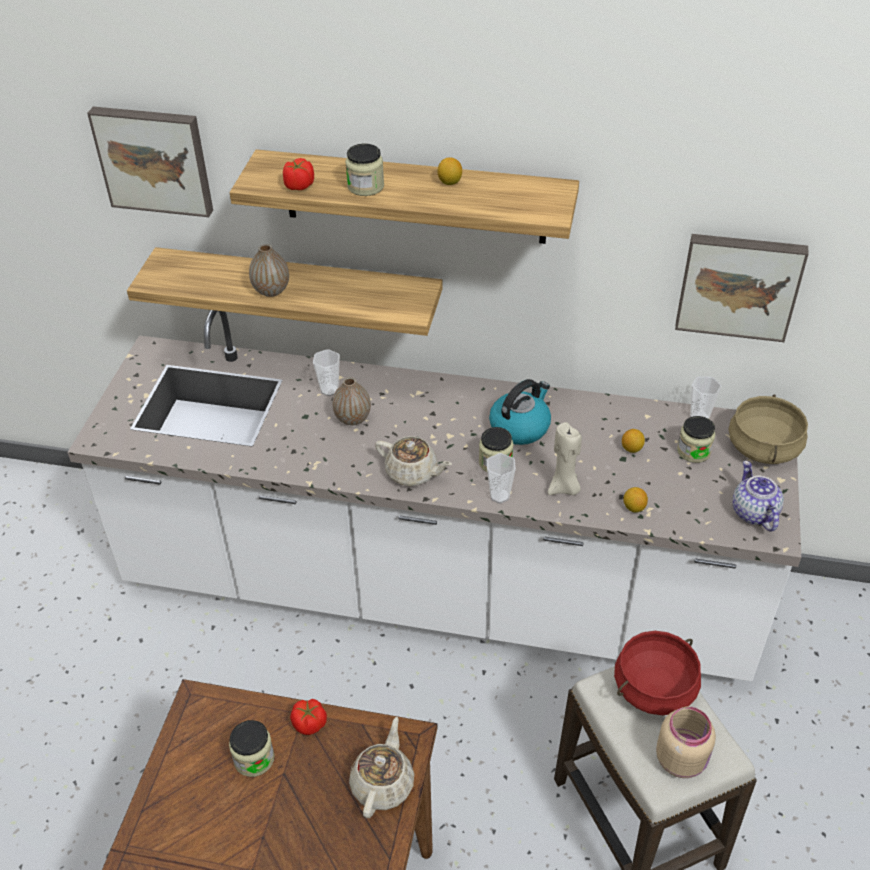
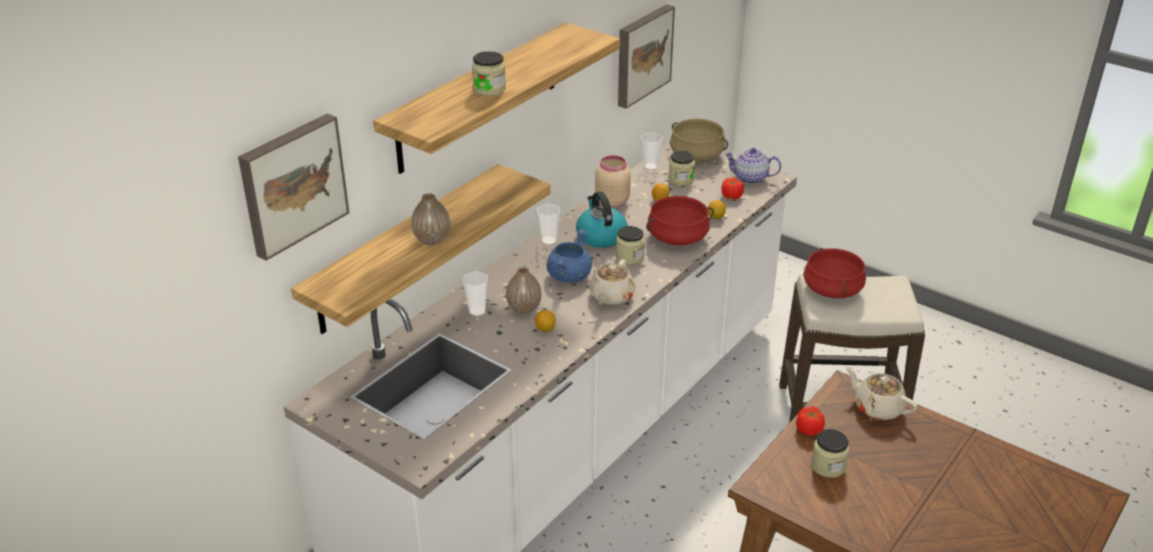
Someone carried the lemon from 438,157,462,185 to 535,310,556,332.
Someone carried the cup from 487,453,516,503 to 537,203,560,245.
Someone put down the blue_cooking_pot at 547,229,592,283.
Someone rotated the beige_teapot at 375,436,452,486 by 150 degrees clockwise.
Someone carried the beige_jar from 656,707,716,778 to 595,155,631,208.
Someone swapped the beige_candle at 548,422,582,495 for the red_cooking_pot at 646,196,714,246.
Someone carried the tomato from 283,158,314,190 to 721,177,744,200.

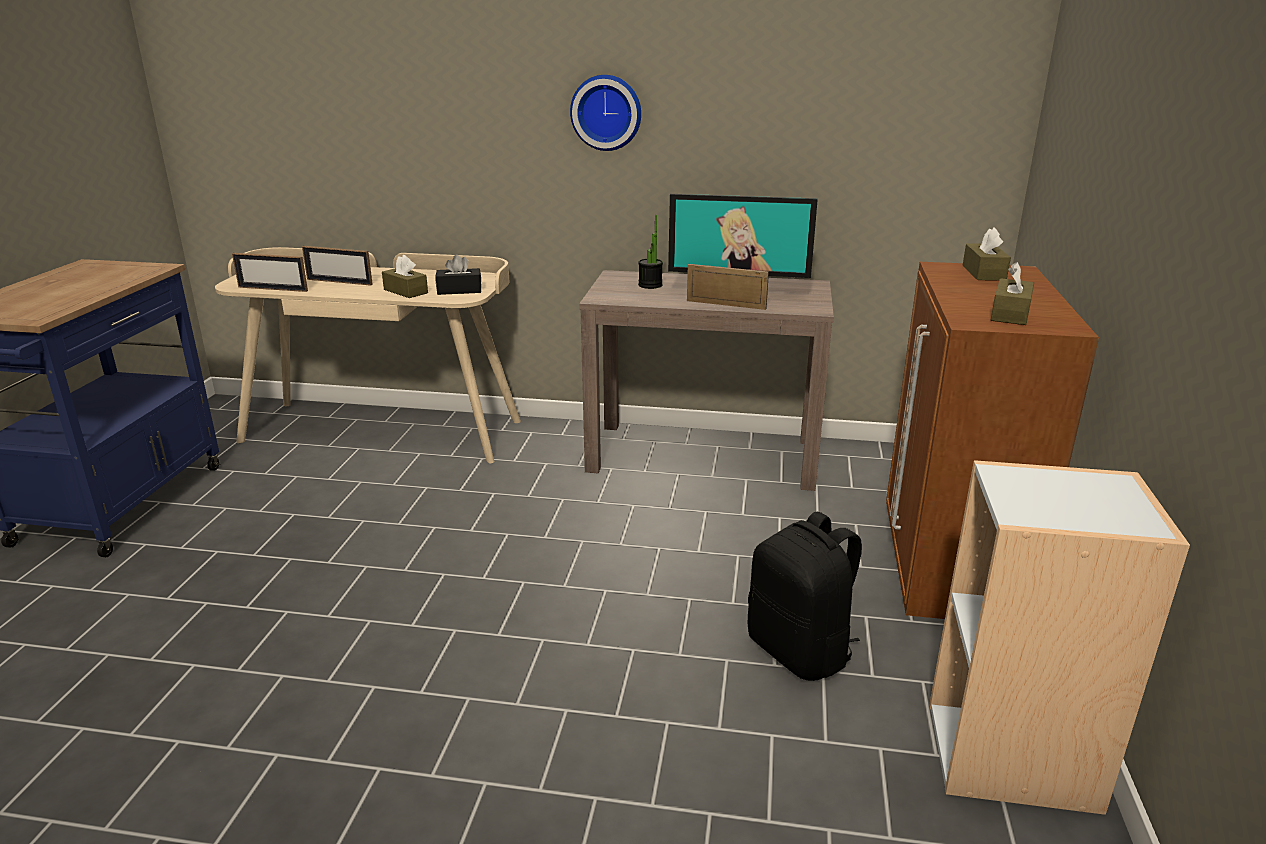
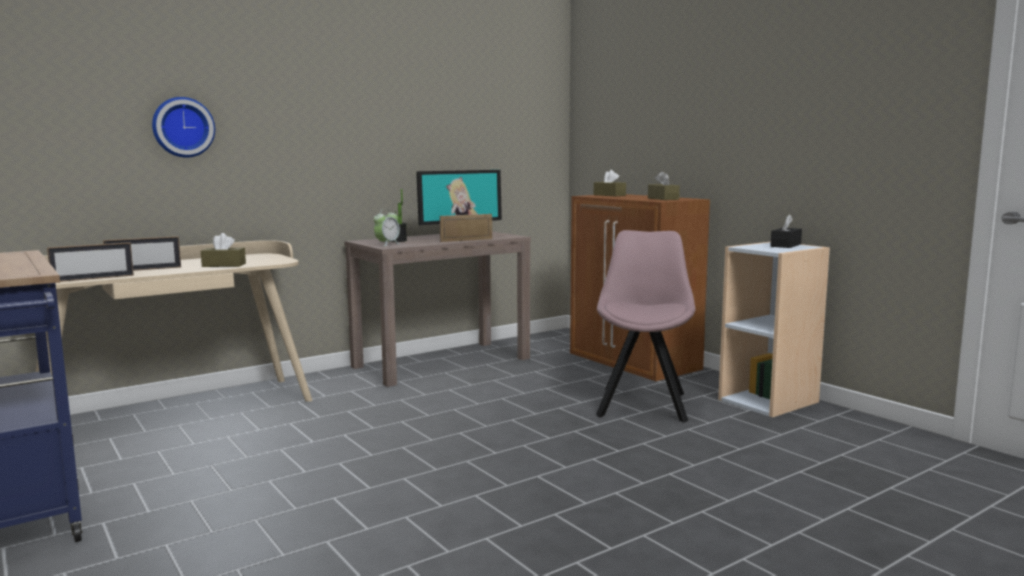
Someone carried the wall_clock from 570,75,641,151 to 152,97,215,157.
Someone put down the alarm_clock at 374,210,401,246.
Someone swapped the black_backpack at 748,512,862,681 for the pink_chair at 596,230,696,422.
Someone carried the black_tissue_box from 435,254,481,295 to 770,214,802,248.

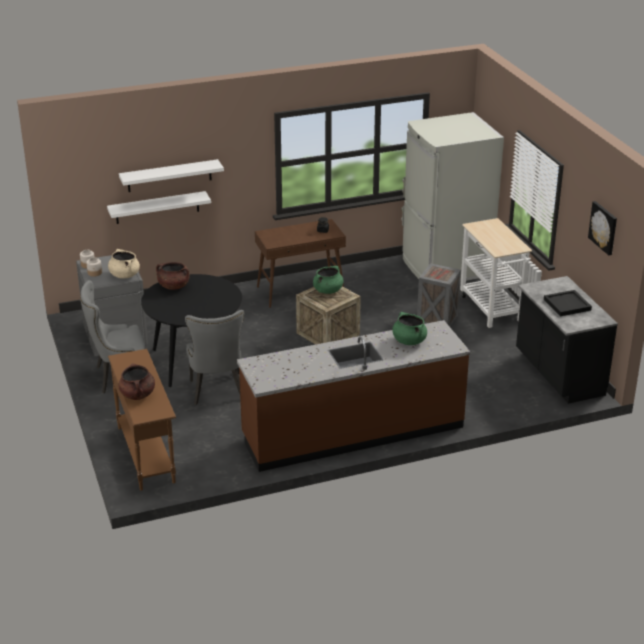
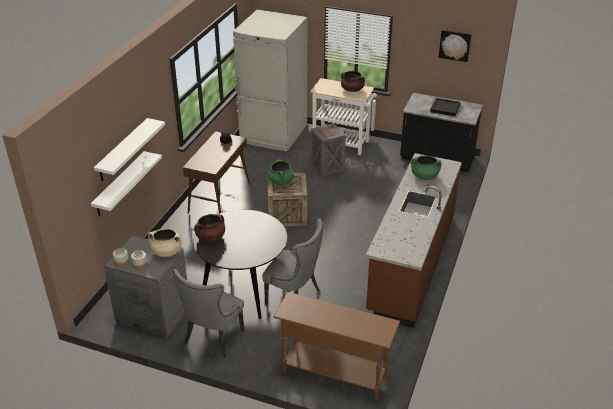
Someone carried the brown_cooking_pot from 118,363,155,400 to 341,71,365,92.

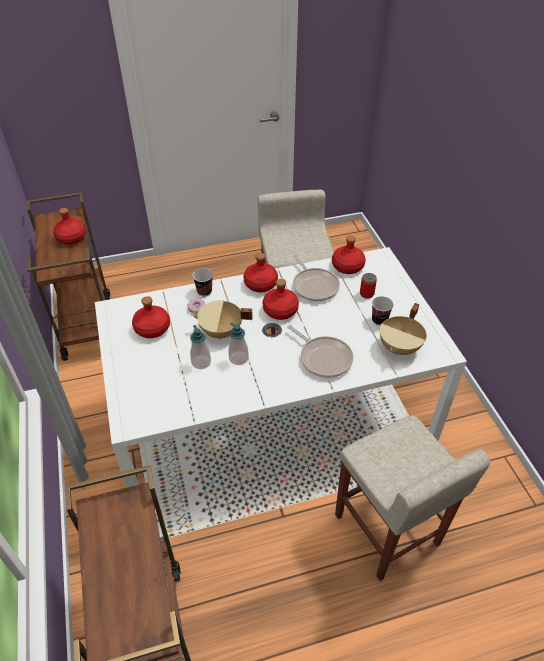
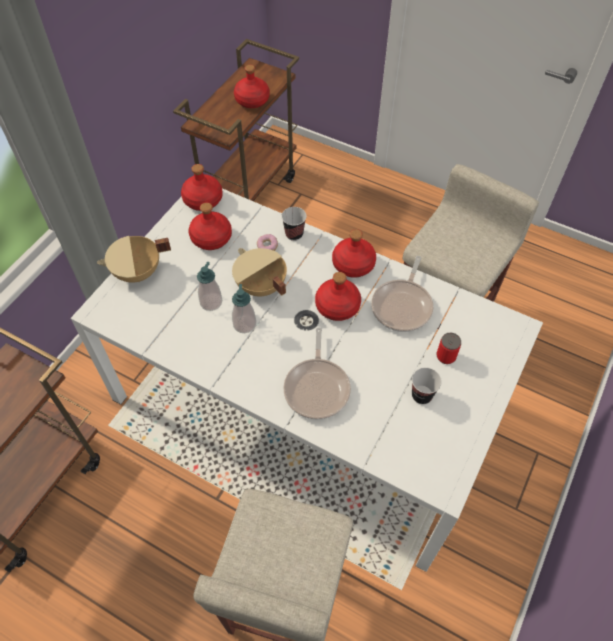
Someone carried the beige_cooking_pot from 379,303,427,355 to 97,236,171,282.
Someone carried the red_bottle from 332,235,366,274 to 181,164,223,211.

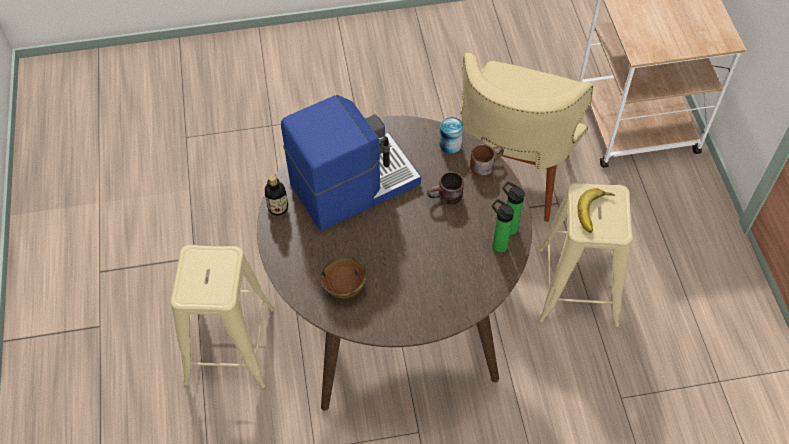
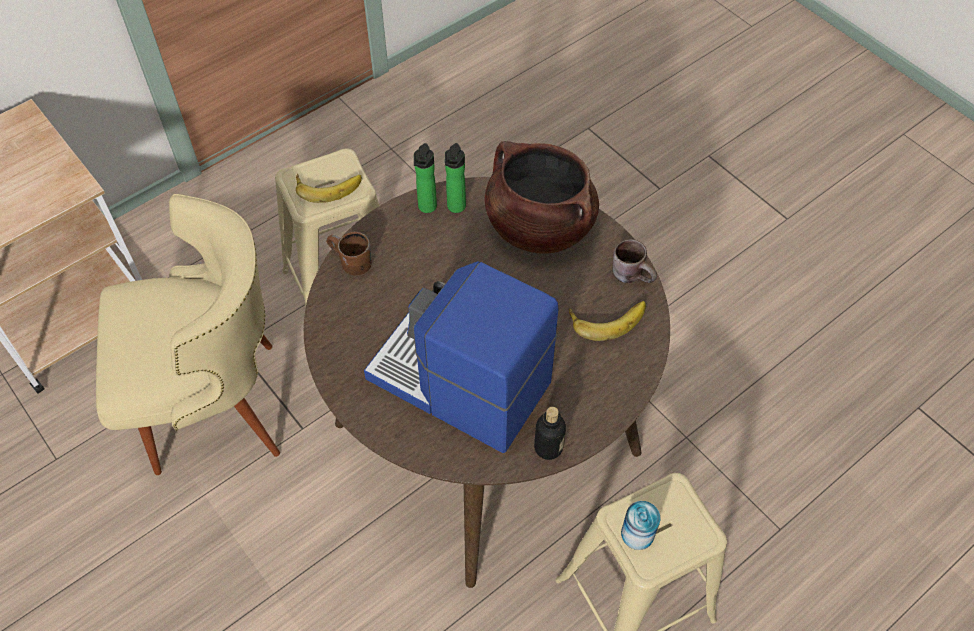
Someone put down the brown_cooking_pot at 485,141,599,254.
Someone swapped the brown_bowl at 321,256,366,299 for the banana at 569,301,646,341.
Someone carried the brown_mug from 427,172,464,205 to 612,239,657,283.
Someone carried the can from 440,117,463,154 to 621,501,660,550.

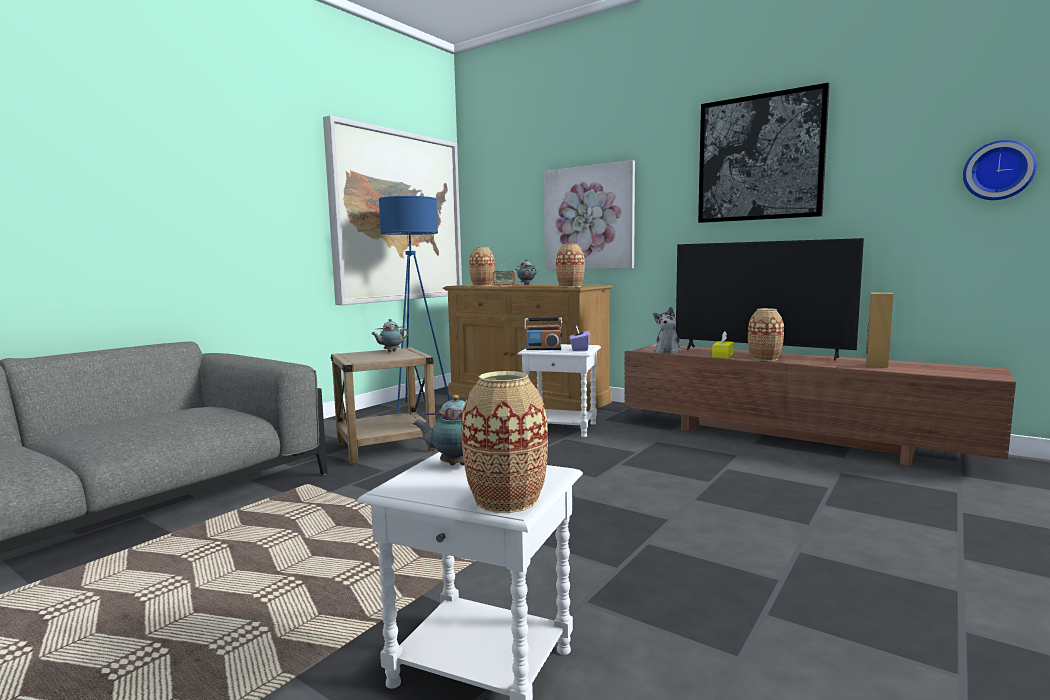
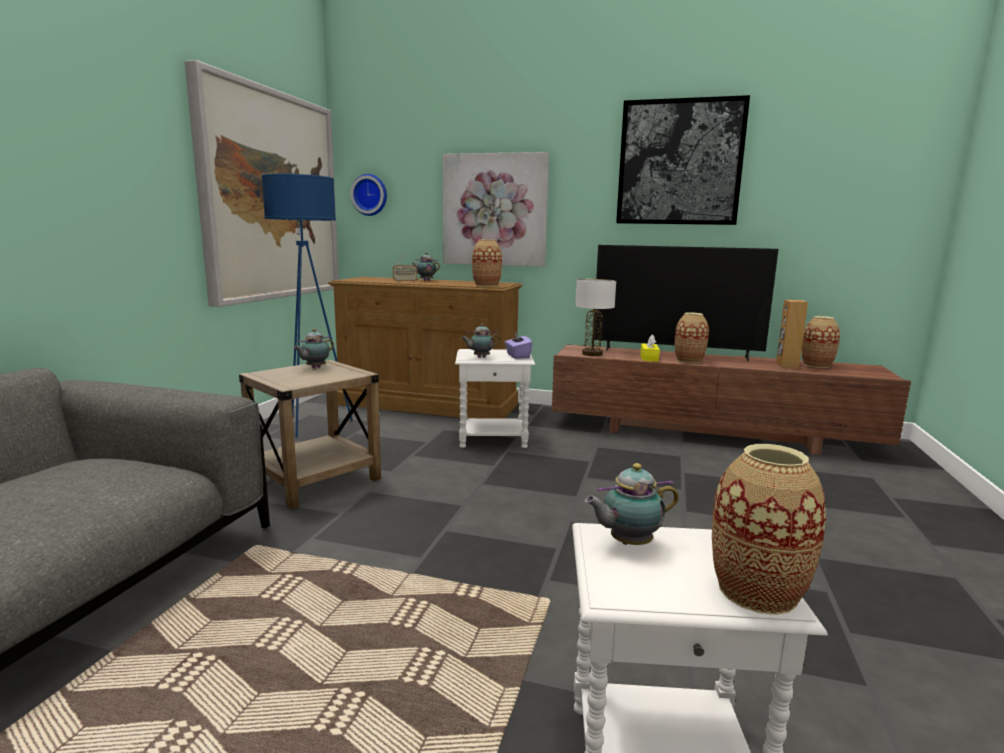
Someone carried the wall_clock from 963,140,1037,200 to 351,174,387,216.
Someone swapped the radio at 524,318,563,350 for the teapot at 461,324,501,358.
Someone swapped the plush_toy at 653,307,682,354 for the table_lamp at 575,279,616,356.
Someone carried the vase from 469,247,495,286 to 802,316,840,368.

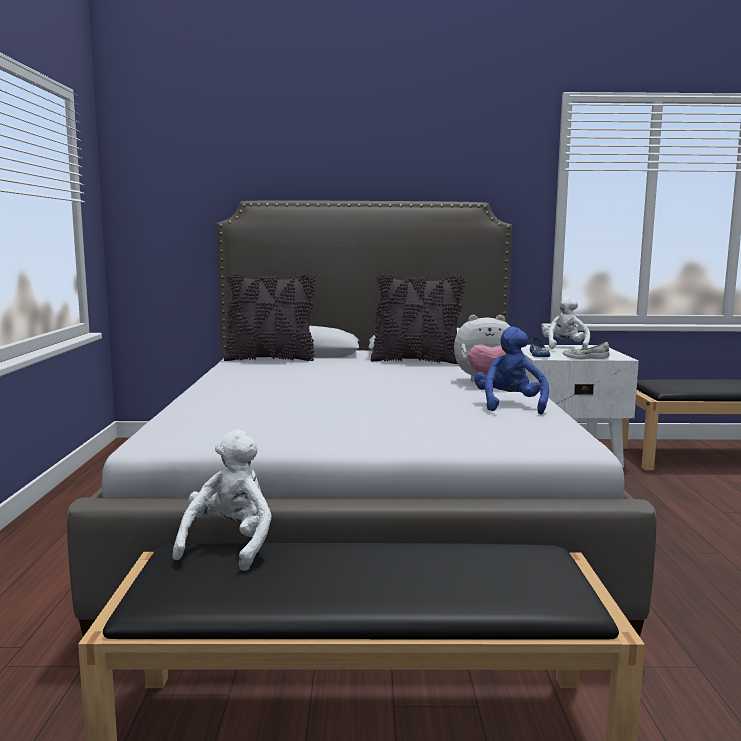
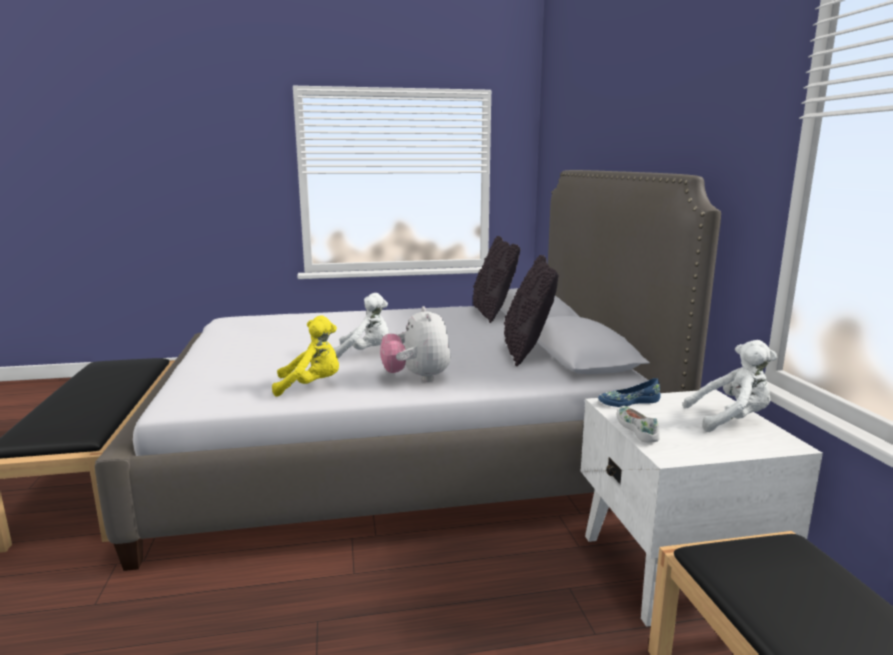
Someone repainted the blue_plush_toy at 474,326,549,415, which became the yellow_plush_toy at 272,315,339,397.
Someone carried the white_plush_toy from 172,429,272,571 to 333,293,389,359.

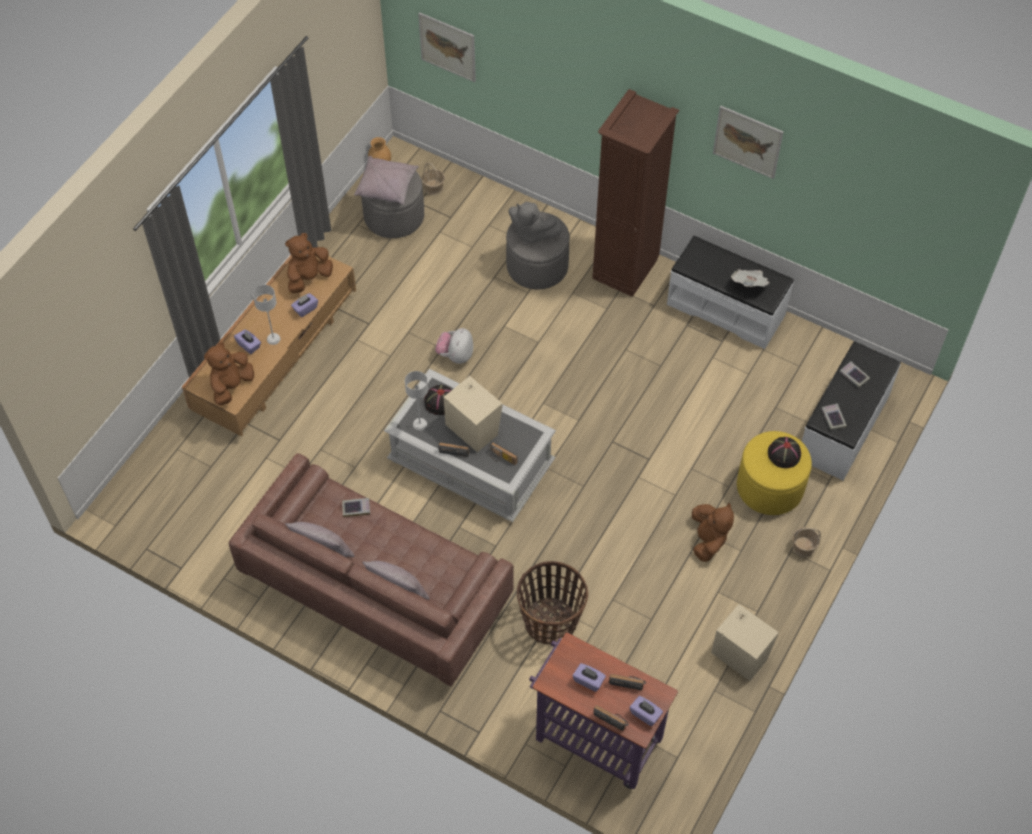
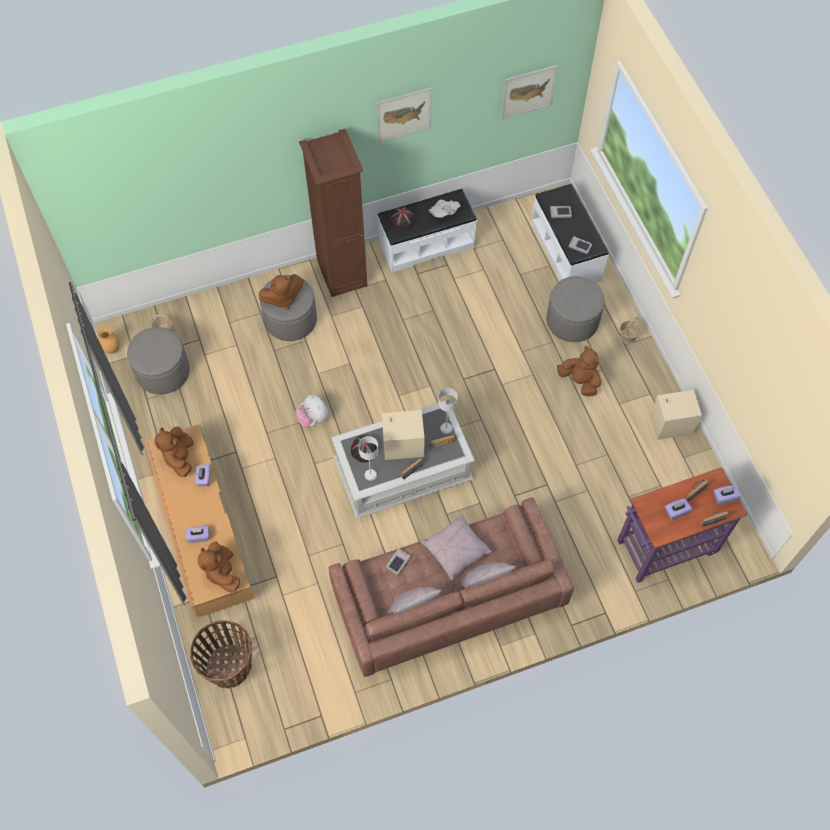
Someone carried the basket from 517,561,588,645 to 190,620,252,688.
Someone repainted the grey_plush_toy at 509,202,562,245, which became the brown_plush_toy at 259,274,303,309.
Someone carried the black_hat from 768,437,801,468 to 390,207,415,230.
Someone carried the purple_pillow from 354,156,419,205 to 420,514,492,580.
Someone carried the grey_table_lamp from 253,285,281,345 to 438,388,458,434.
Someone carried the picture from 418,12,476,82 to 501,65,558,119.
Someone repainted the yellow_ottoman at 737,431,812,515, which became the grey_ottoman at 546,276,605,342.

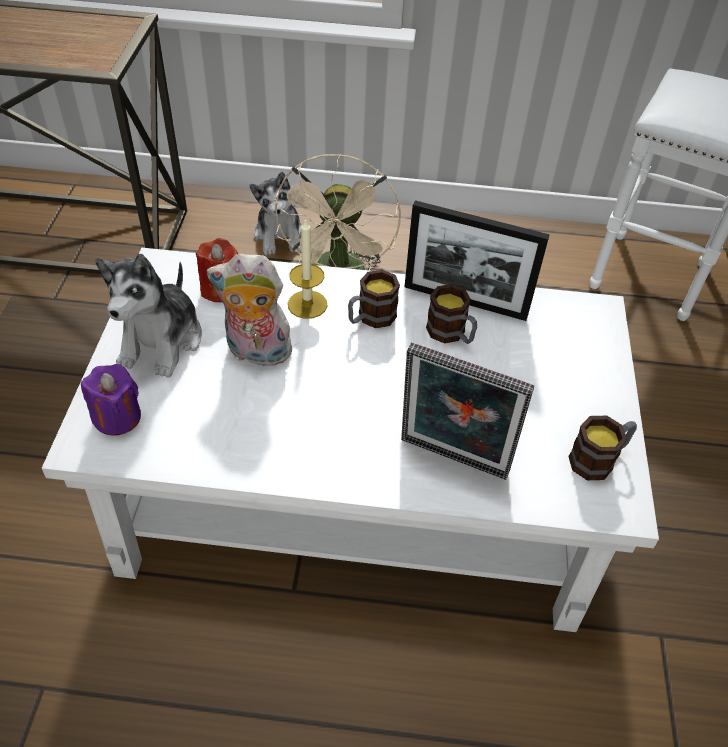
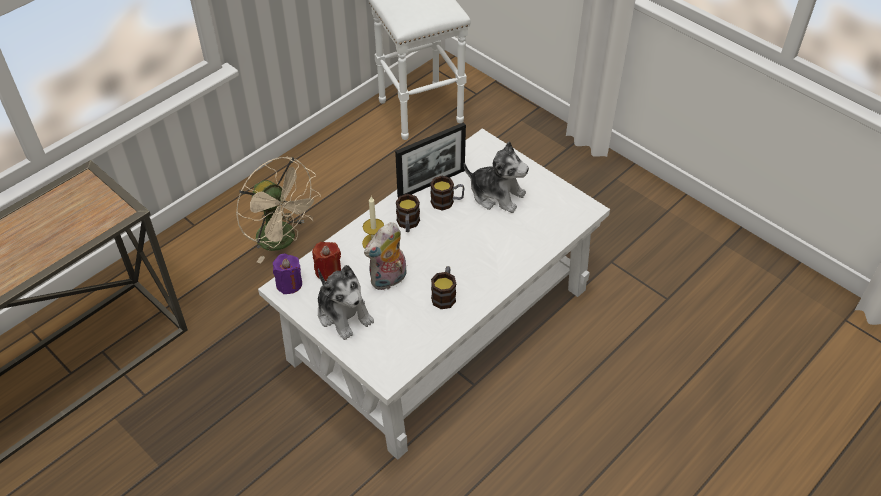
Someone carried the purple_candle from 81,364,141,436 to 273,254,302,294.
Someone carried the mug from 568,416,637,480 to 431,266,456,309.
Someone carried the plush_toy from 250,172,302,255 to 464,142,529,213.
Someone took away the picture_frame at 401,343,534,480.

